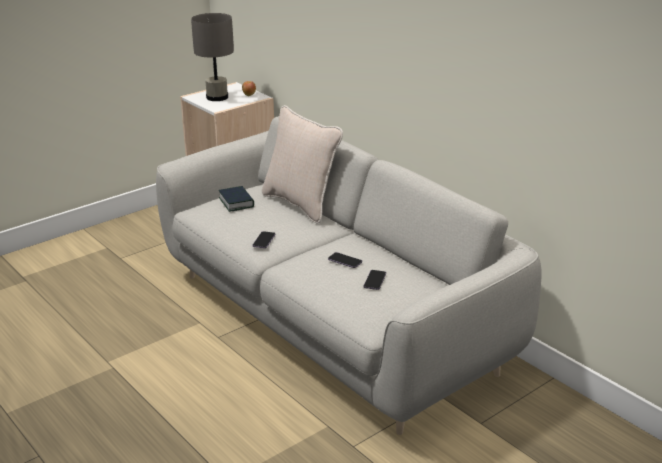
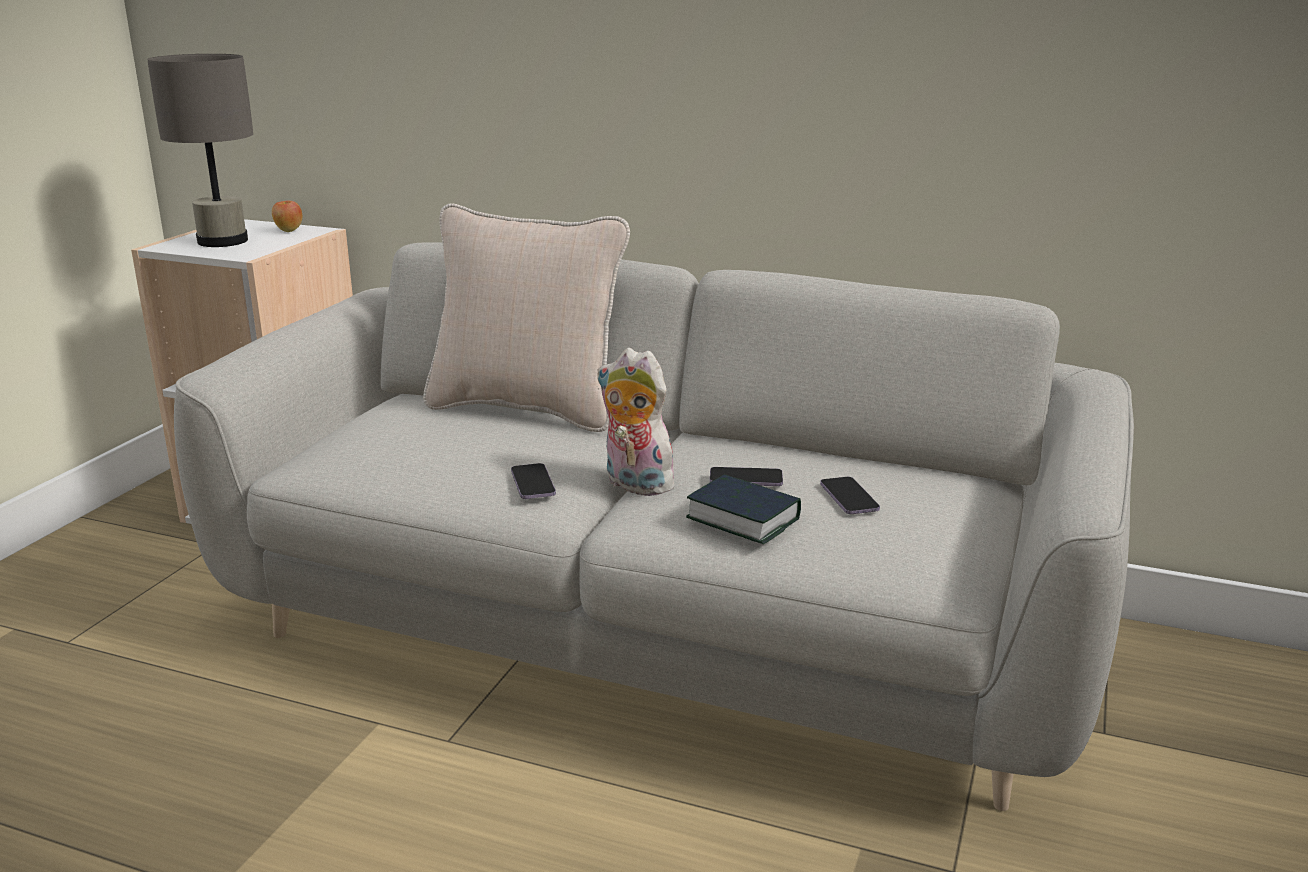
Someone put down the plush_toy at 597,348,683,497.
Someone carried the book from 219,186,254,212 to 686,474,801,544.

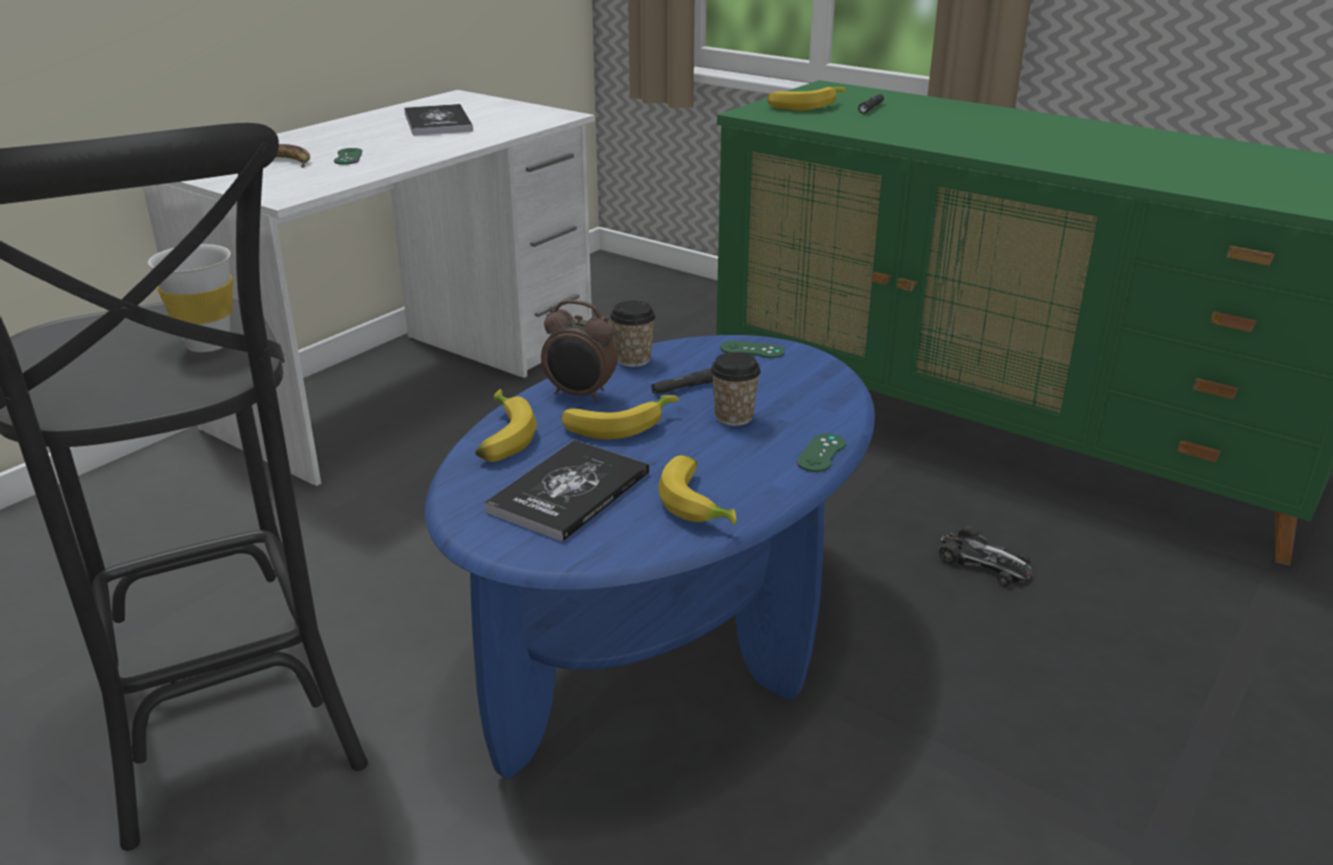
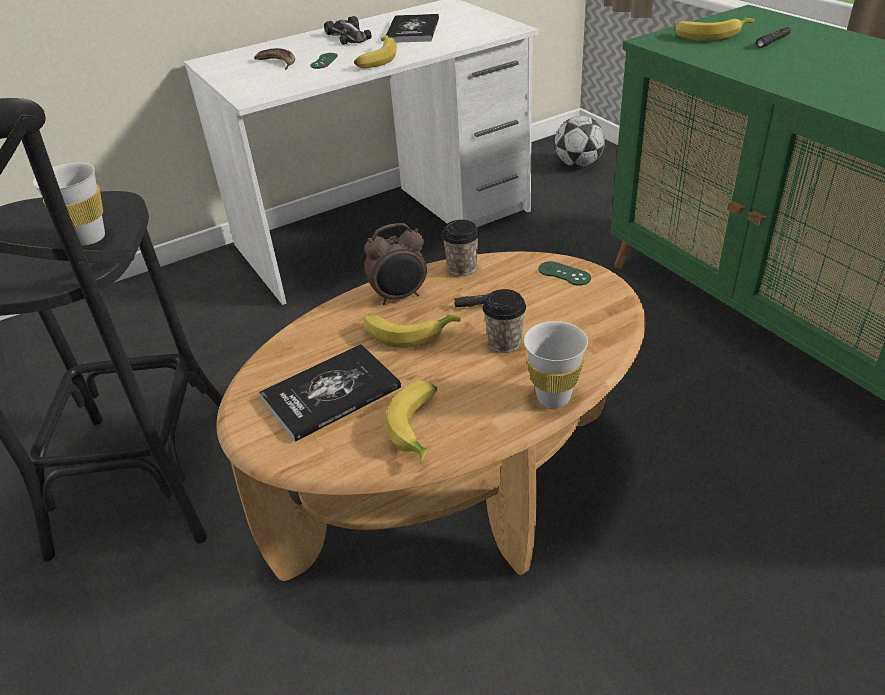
Someone repainted the blue_coffee_table at 425,335,875,779, which became the brown_coffee_table at 217,252,646,581.
Someone carried the toy_car from 939,525,1032,586 to 324,16,372,45.
Someone carried the banana from 475,389,537,462 to 354,35,397,69.
Someone rotated the alarm_clock at 541,300,617,402 by 60 degrees counterclockwise.
Someone swapped the green_game_controller at 797,434,846,472 for the white_cup at 524,321,588,408.
Someone put down the football at 555,116,605,167.

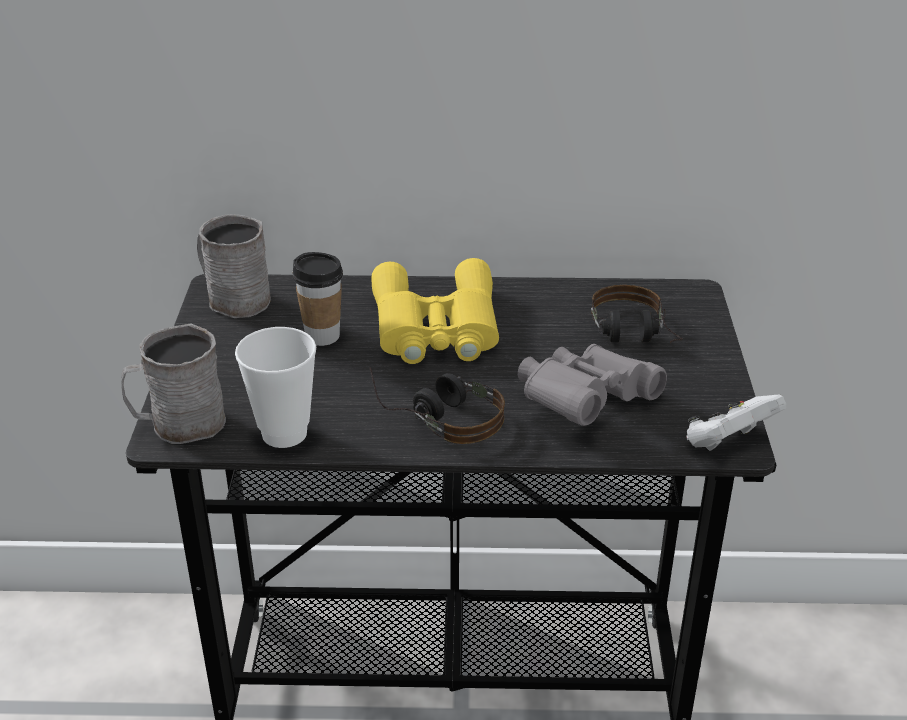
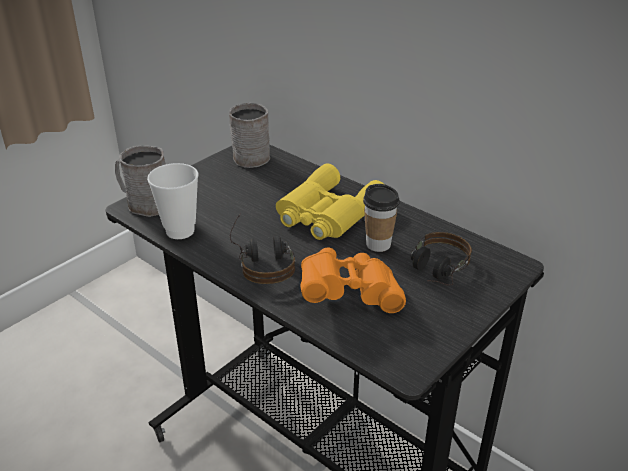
Someone repainted the grey_binoculars at 518,344,667,426, which became the orange_binoculars at 300,248,406,313.
Someone carried the cup from 292,252,343,346 to 363,184,400,252.
Someone took away the white_game_controller at 686,395,786,451.

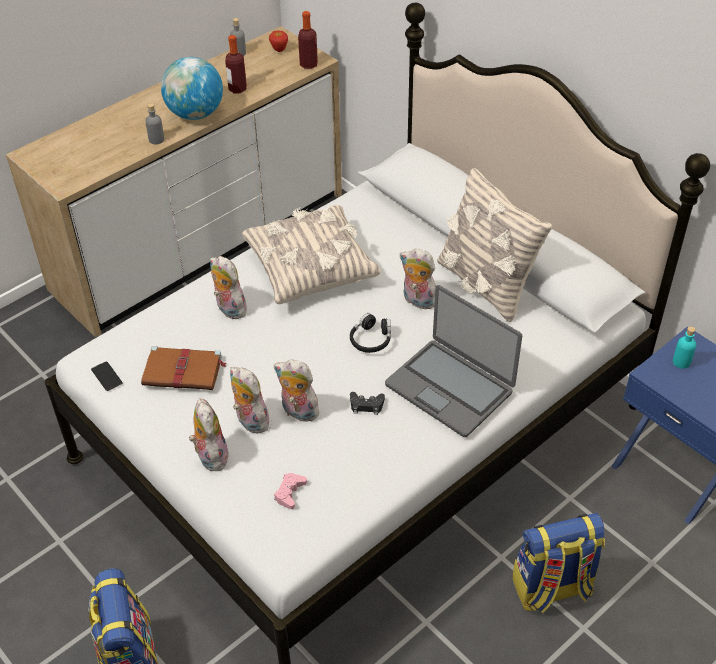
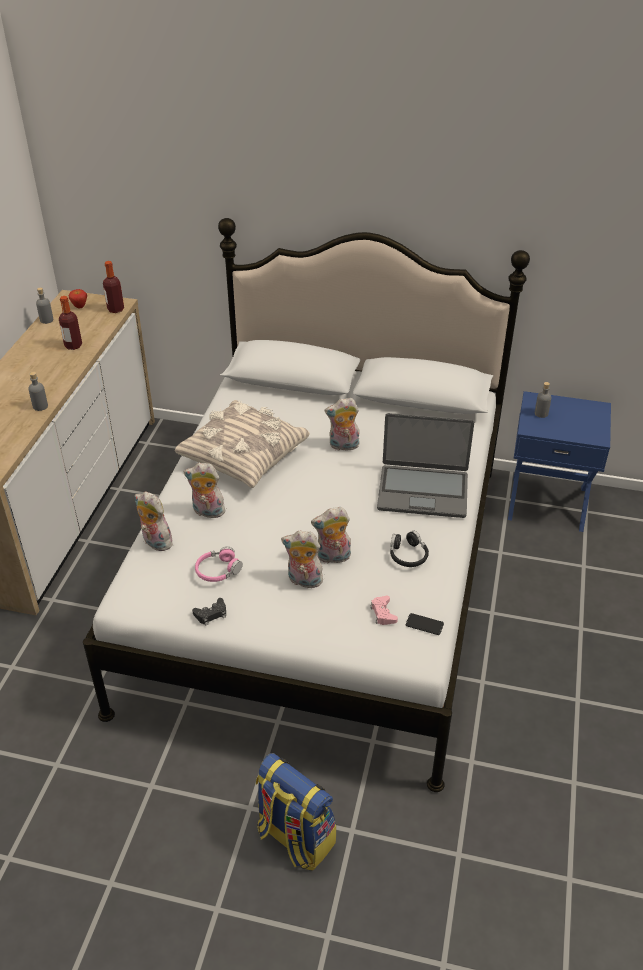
Someone carried the plush_toy from 189,398,229,471 to 135,492,175,551.
Someone carried the black_game_controller from 350,392,385,415 to 192,598,226,626.
Someone swapped the brown_book at 141,346,227,390 for the pink_headphones at 195,546,243,582.
Someone carried the black_headphones from 350,313,391,353 to 390,531,429,567.
Someone carried the phone from 91,362,123,391 to 406,613,444,635.
Someone repainted the turquoise_bottle at 673,326,696,369, which became the grey_bottle at 535,382,552,418.
Someone took away the globe at 161,57,223,120.
Someone took away the beige_pillow at 437,168,552,322.
Someone took away the backpack at 512,513,605,613.

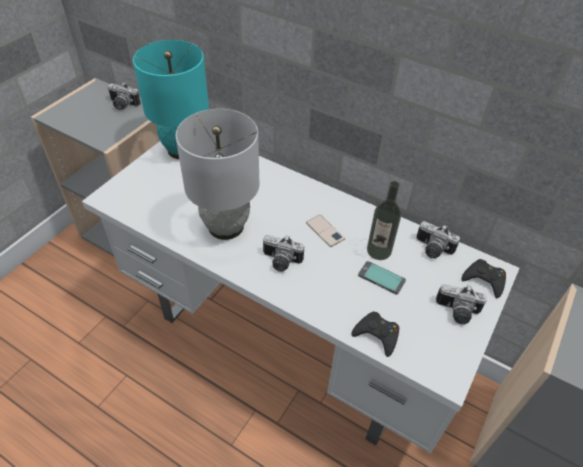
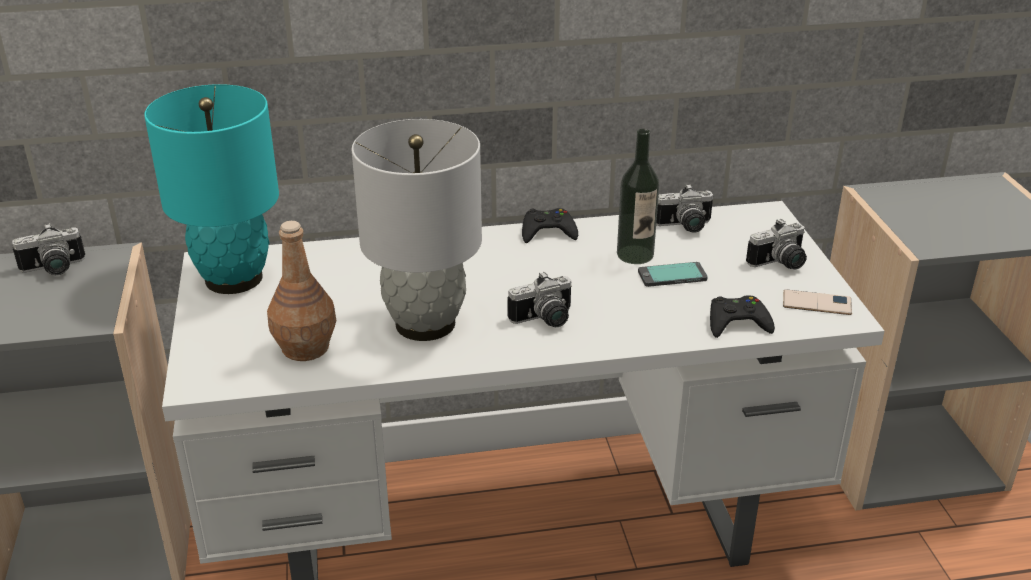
Someone put down the brown_bottle at 267,221,337,361.
Someone carried the black_game_controller from 462,259,506,298 to 522,208,578,243.
Someone carried the phone from 306,215,345,247 to 783,289,852,315.

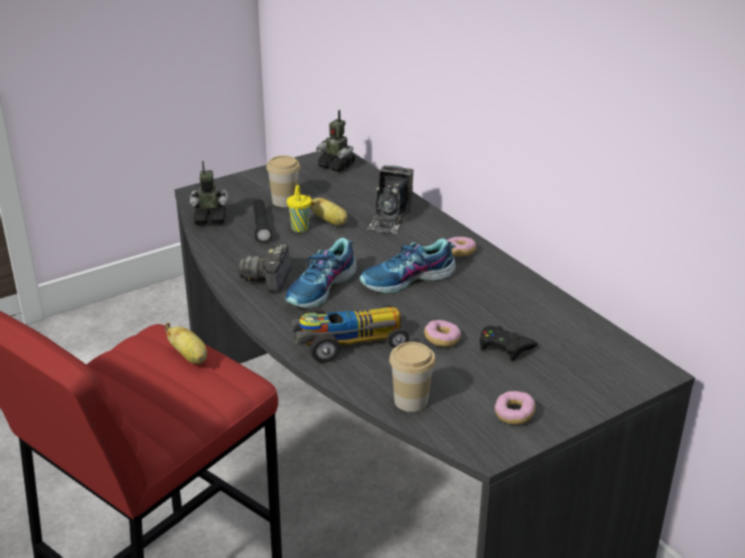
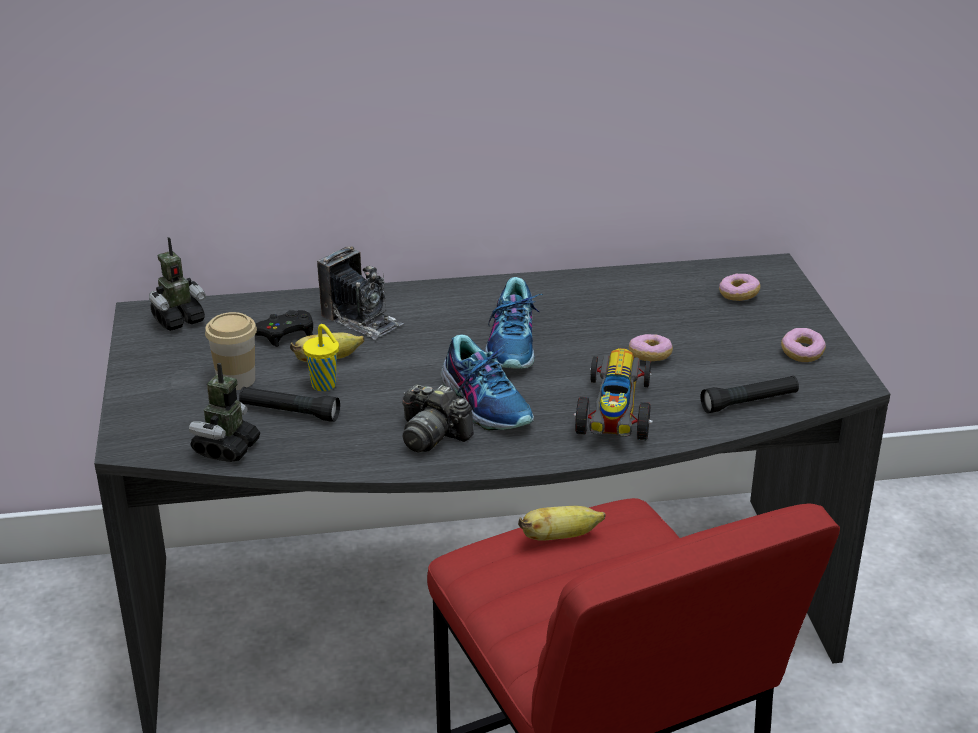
Someone carried the black_game_controller from 480,325,538,361 to 255,310,313,347.
Someone swapped the cup at 389,342,436,412 for the black_flashlight at 701,376,799,413.
Someone carried the donut from 447,237,476,256 to 719,274,760,301.

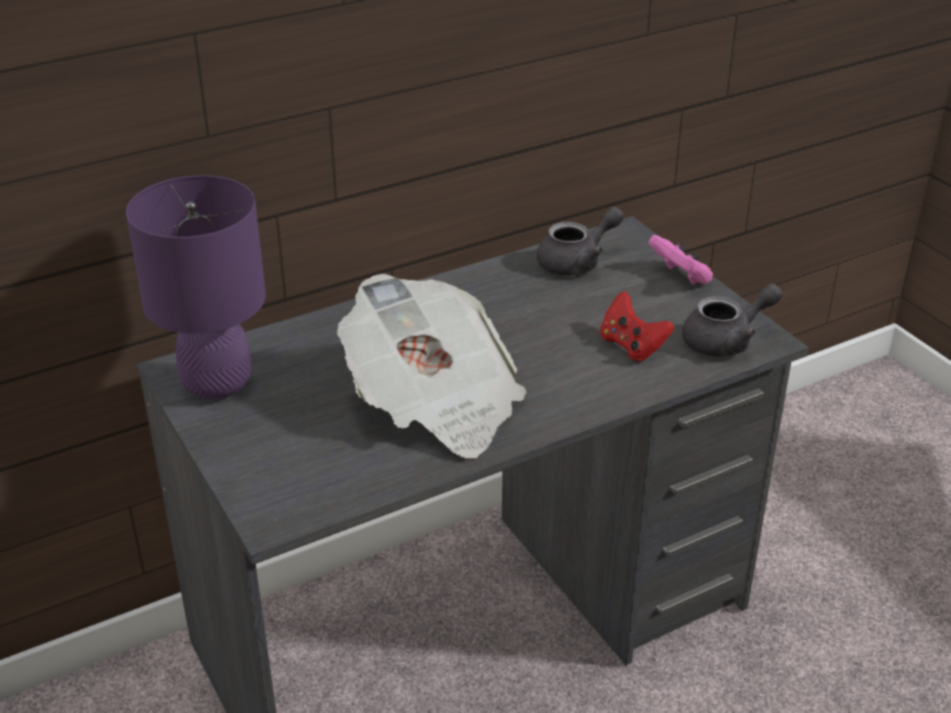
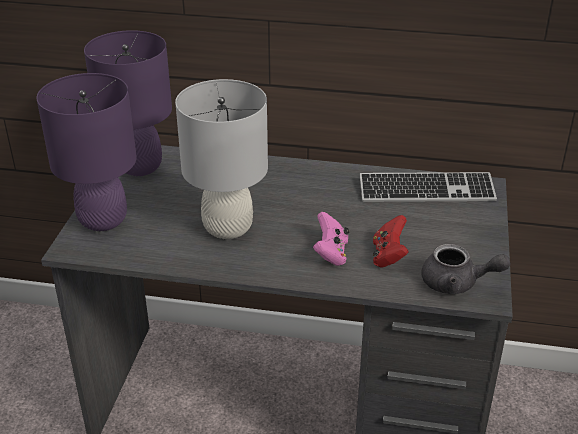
Someone put down the purple_table_lamp at 37,73,137,231.
Someone swapped the newspaper at 337,274,527,458 for the grey_table_lamp at 175,79,268,239.
Someone carried the pink_game_controller from 648,235,713,285 to 313,212,349,266.
Someone swapped the grey_teapot at 537,206,624,276 for the keyboard at 360,172,497,202.

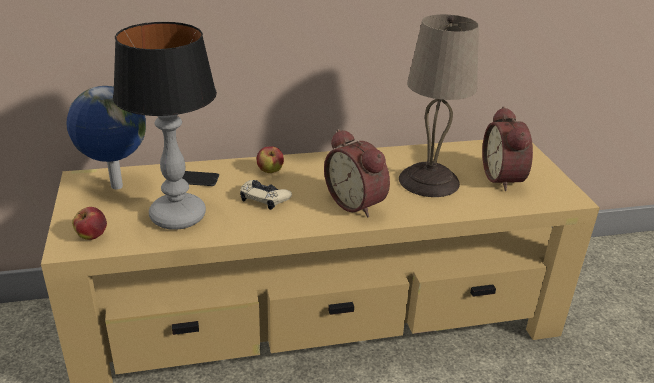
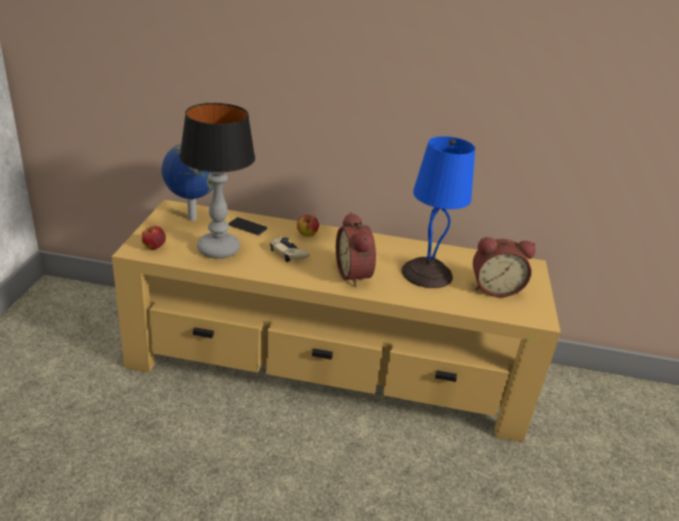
Someone repainted the beige_table_lamp at 399,14,479,197, which became the blue_table_lamp at 401,136,475,288.
Someone rotated the alarm_clock at 482,106,533,191 by 105 degrees counterclockwise.

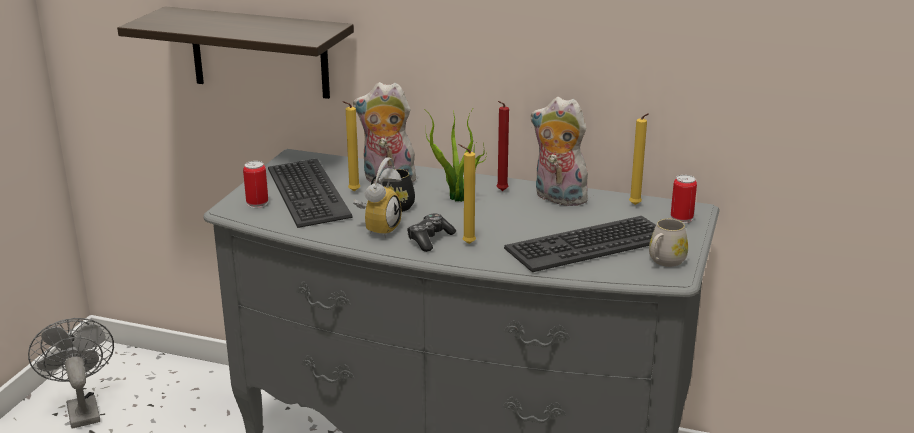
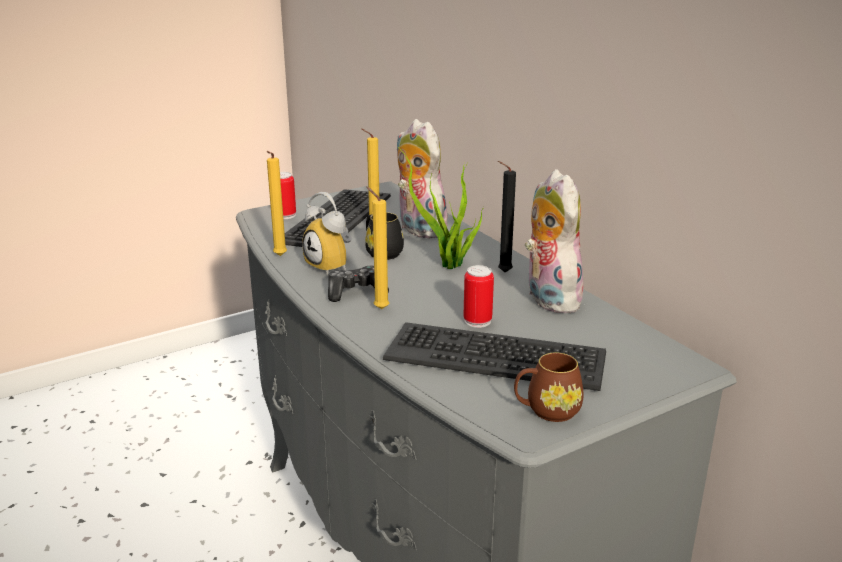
Someone carried the yellow_candle from 629,113,649,205 to 266,151,287,256.
Someone rotated the alarm_clock at 353,158,402,238 by 75 degrees clockwise.
Someone carried the can from 671,175,697,224 to 463,265,494,328.
Someone repainted the red_candle at 496,101,509,191, which became the black_candle at 498,161,516,272.
Someone repainted the white_mug at 649,219,688,267, which became the brown_mug at 514,353,584,422.
Someone took away the grey_fan at 28,318,114,429.
Someone took away the shelf at 117,6,354,99.

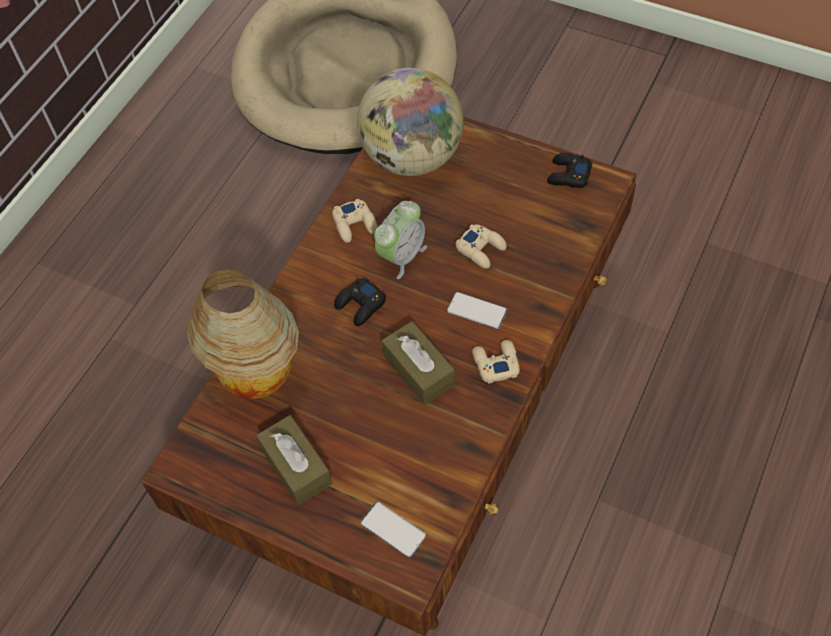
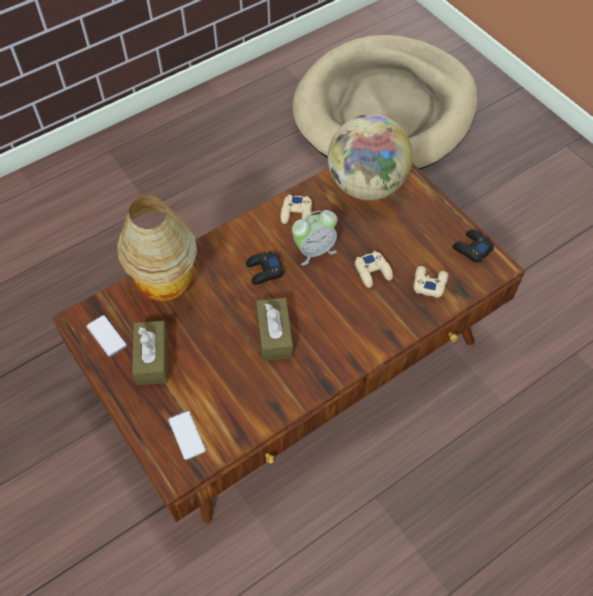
Someone carried the phone from 447,292,508,329 to 86,315,127,357.
Someone carried the beige_game_controller from 472,340,520,384 to 414,266,448,298.

